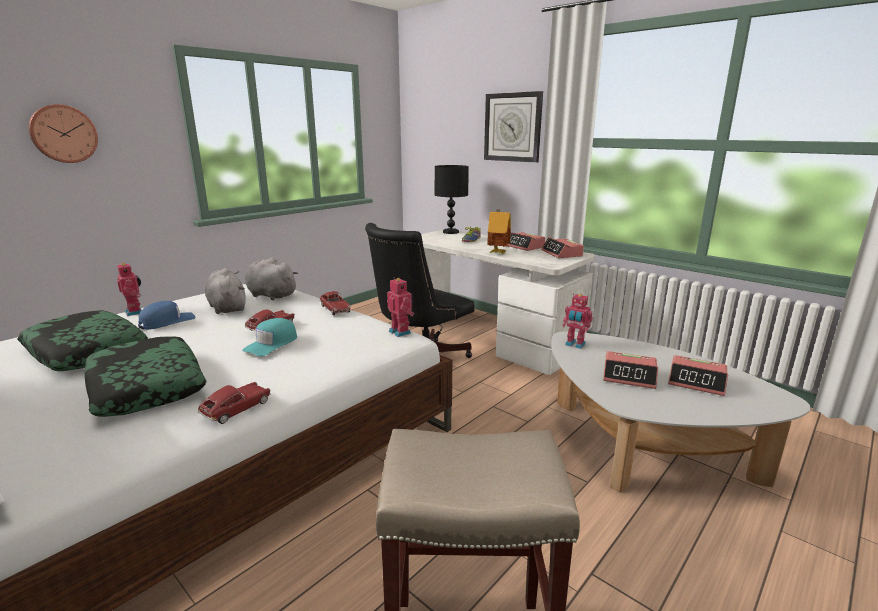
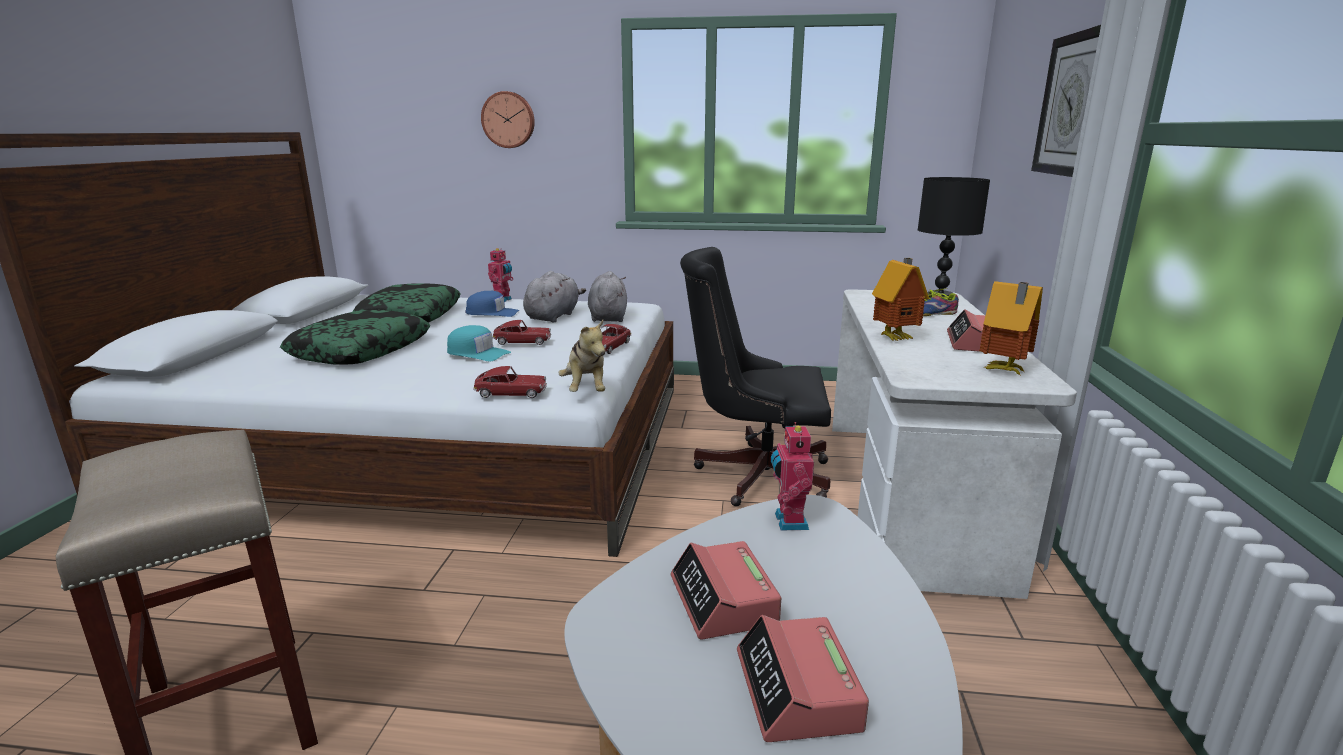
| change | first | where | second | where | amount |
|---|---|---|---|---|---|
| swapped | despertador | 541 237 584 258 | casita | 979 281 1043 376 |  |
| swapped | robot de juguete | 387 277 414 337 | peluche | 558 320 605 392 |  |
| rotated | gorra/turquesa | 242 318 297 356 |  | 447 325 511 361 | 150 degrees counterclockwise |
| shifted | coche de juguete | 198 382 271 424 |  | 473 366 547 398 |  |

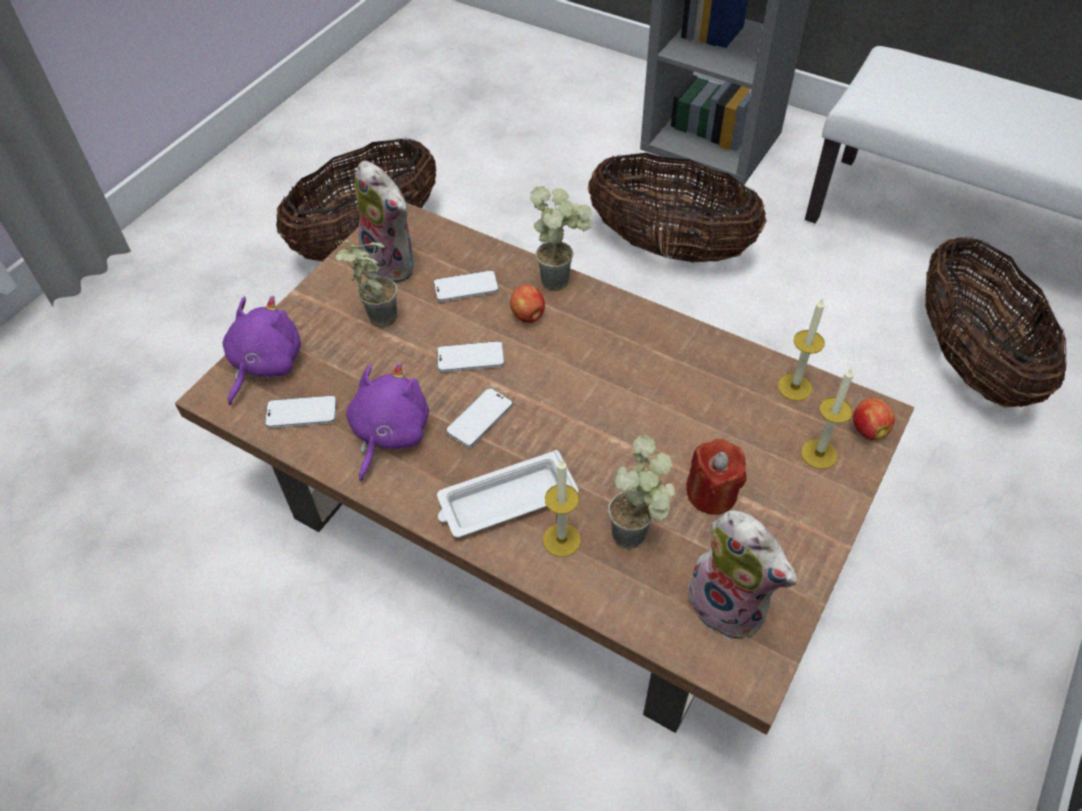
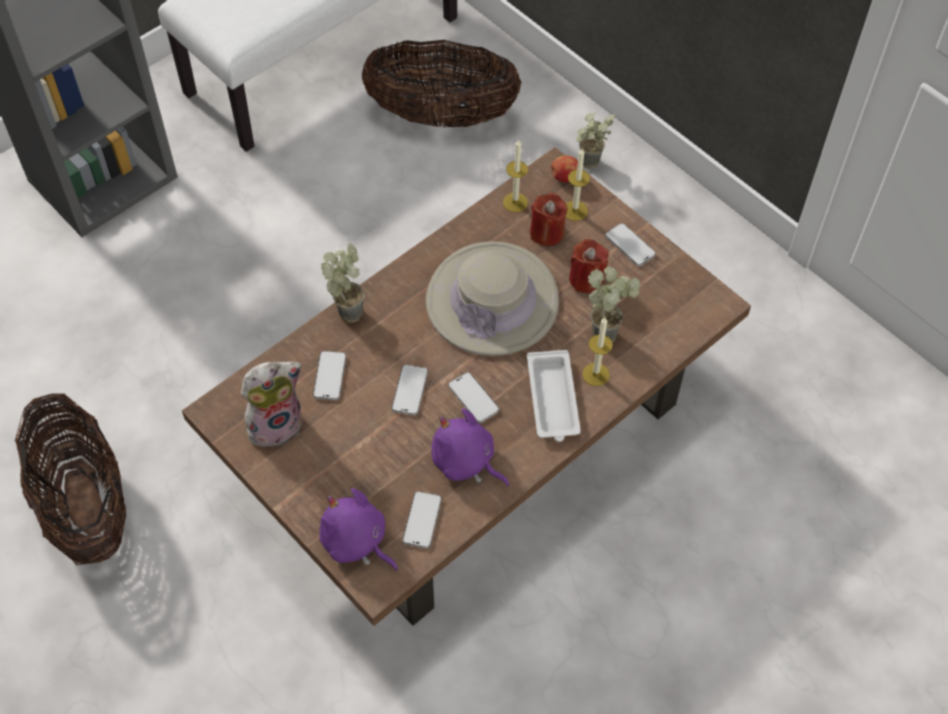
| change | first | where | second | where | amount |
|---|---|---|---|---|---|
| gone | cesta | 588 153 767 263 |  |  |  |
| shifted | planta en maceta | 335 240 397 328 |  | 576 112 616 169 |  |
| gone | manzana | 510 285 545 323 |  |  |  |
| gone | peluche | 684 511 797 640 |  |  |  |
| new |  |  | vela/rojo | 530 193 568 246 |  |
| new |  |  | móvil | 605 223 656 266 |  |
| new |  |  | sombrero/beis | 426 242 559 356 |  |

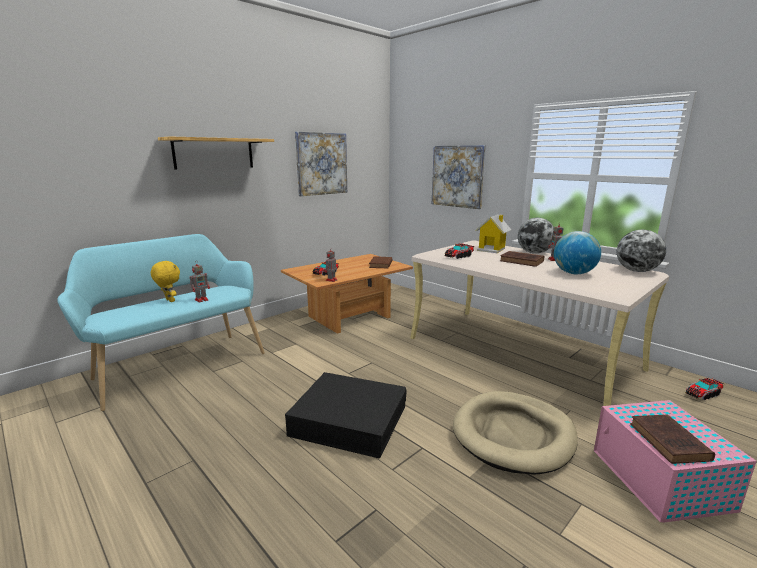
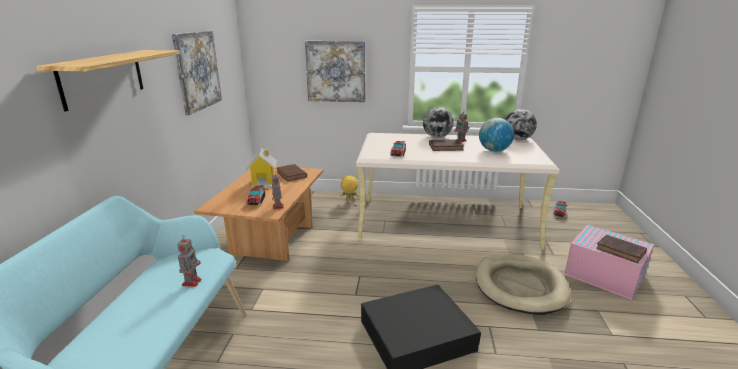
| change | first | where | second | where | amount |
|---|---|---|---|---|---|
| shifted | casita | 475 214 511 253 |  | 246 148 277 188 |  |
| shifted | peluche/amarillo | 151 261 180 302 |  | 340 176 359 202 |  |

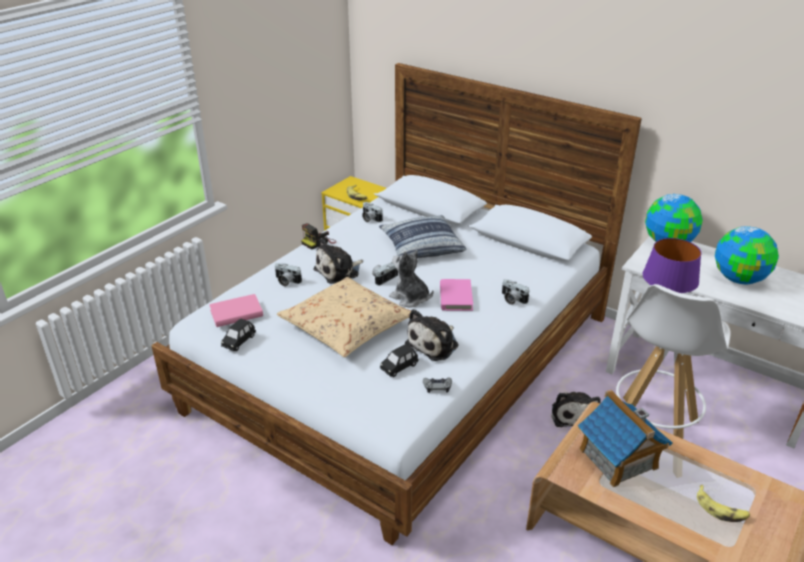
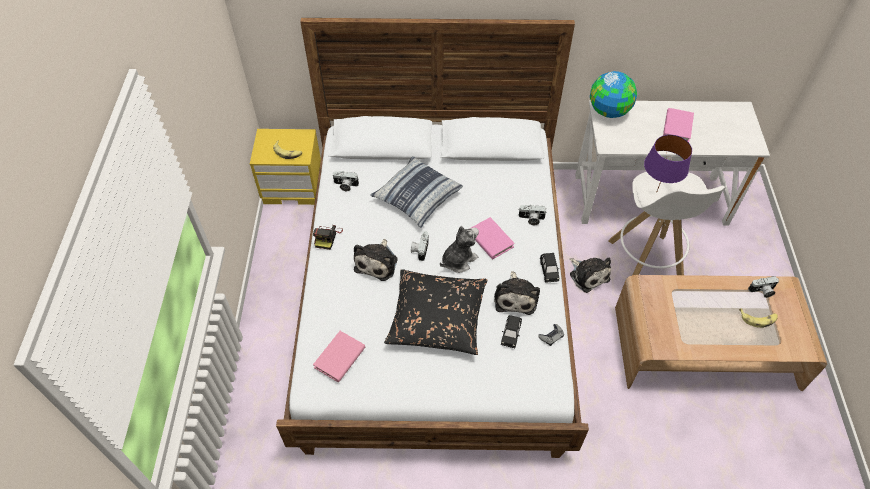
| change | first | where | second | where | amount |
|---|---|---|---|---|---|
| swapped | globo terráqueo | 715 226 779 284 | libro/rosa | 663 108 694 142 |  |
| rotated | peluche | 389 250 434 308 |  | 440 226 479 273 | 135 degrees clockwise |
| shifted | cámara | 275 263 302 287 |  | 748 276 779 298 |  |
| repainted | cojín/beis | 277 277 411 358 | cojín/negro | 384 269 487 355 |  |
| shifted | coche de juguete/negro | 221 319 256 351 |  | 540 253 560 283 |  |
| gone | casita | 577 390 673 487 |  |  |  |

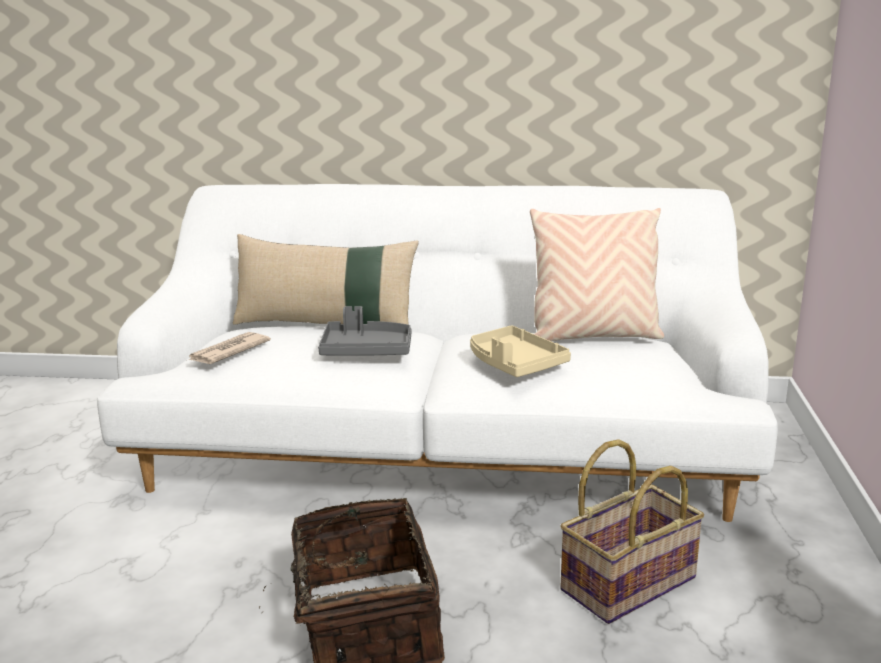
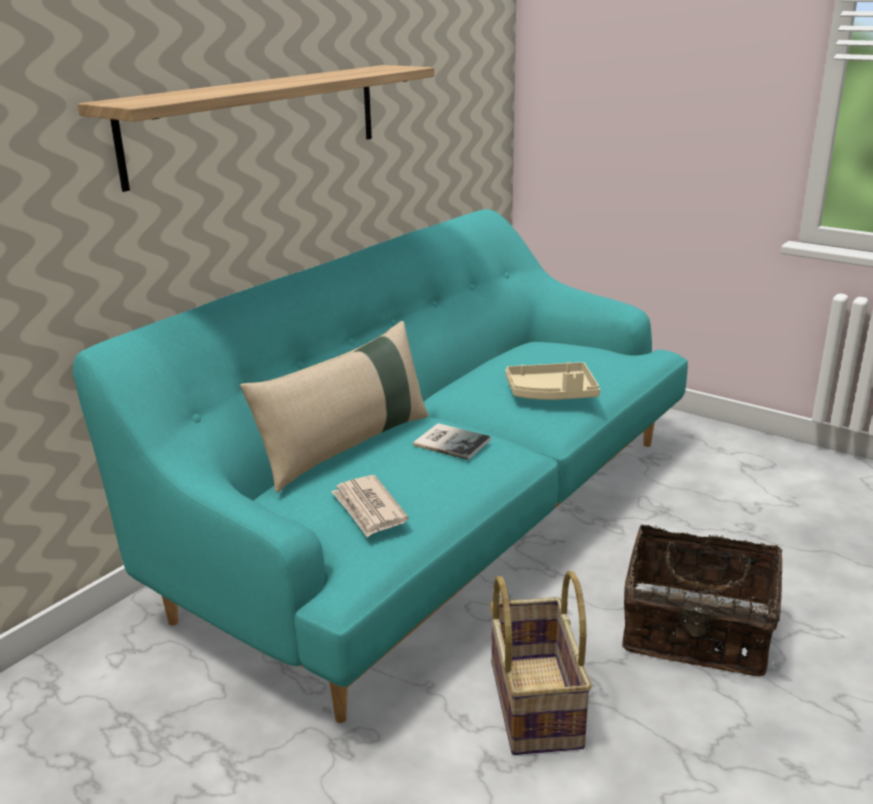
| change | first | where | second | where | amount |
|---|---|---|---|---|---|
| repainted | sofá/blanco | 97 184 778 522 | sofá/turquesa | 73 209 688 723 |  |
| gone | cojín/beis | 530 208 664 342 |  |  |  |
| swapped | bandeja/gris | 318 306 411 356 | libro | 413 423 491 460 |  |
| shifted | cesta | 560 439 704 624 |  | 490 571 592 755 |  |
| new |  |  | estante | 77 65 434 192 |  |

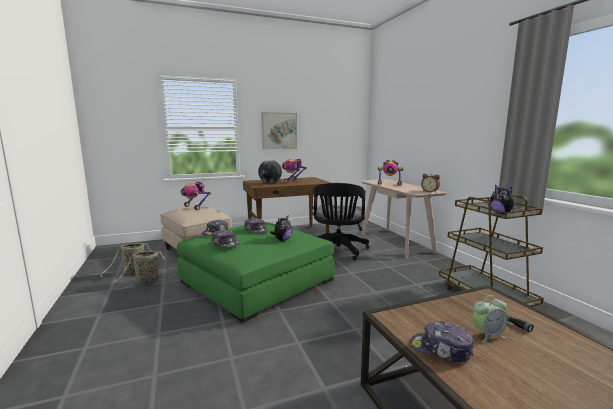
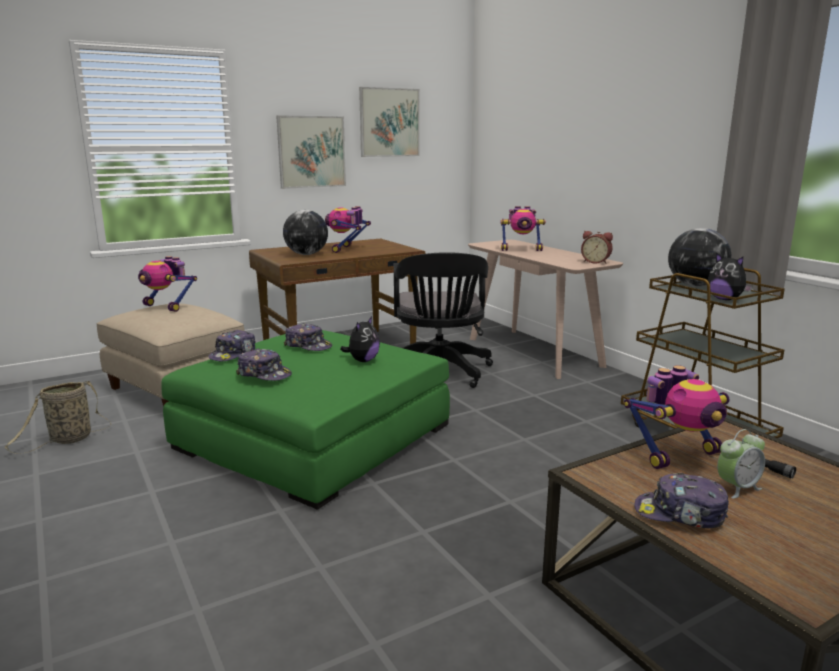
| change | first | where | second | where | amount |
|---|---|---|---|---|---|
| gone | cesta | 111 251 171 289 |  |  |  |
| new |  |  | cuadro | 359 87 420 157 |  |
| new |  |  | globo terráqueo | 668 228 731 287 |  |
| new |  |  | robot de juguete | 624 365 729 469 |  |

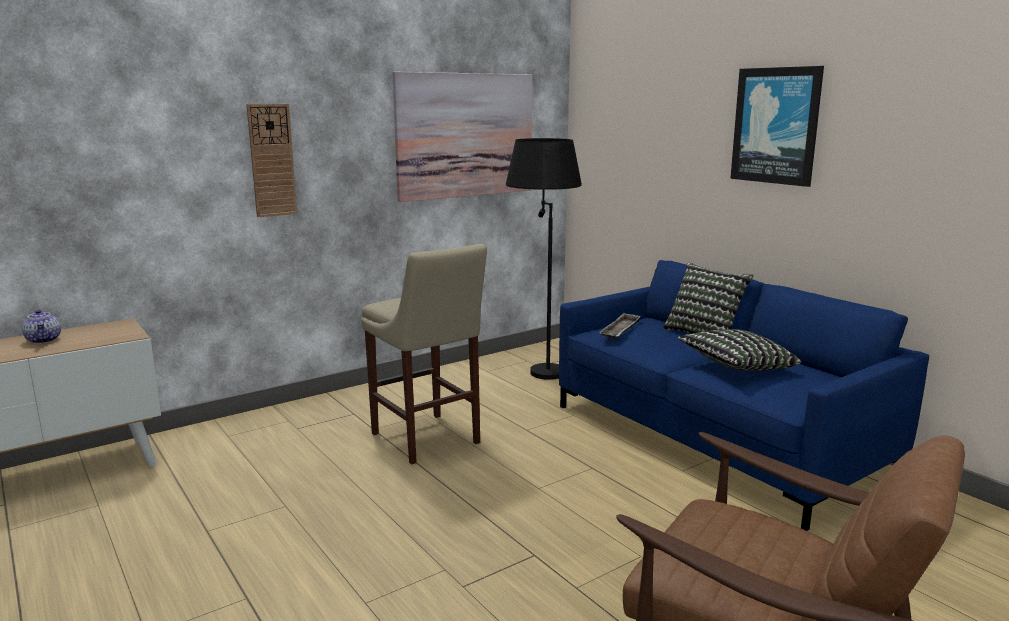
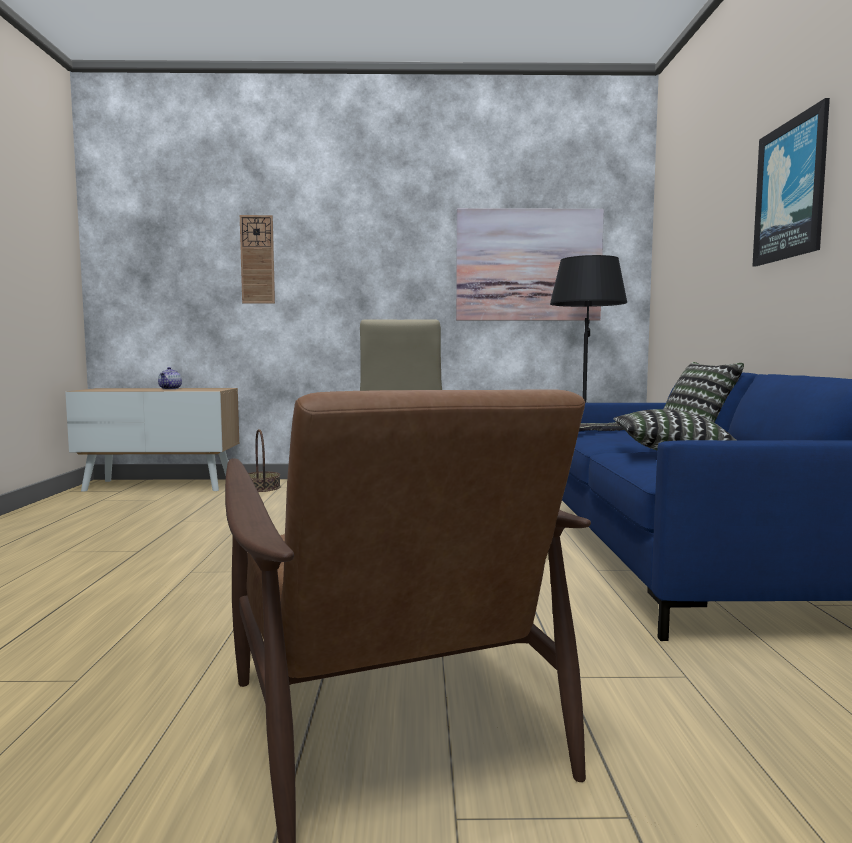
| change | first | where | second | where | amount |
|---|---|---|---|---|---|
| shifted | reloj de pared | 246 104 297 217 |  | 240 215 275 304 |  |
| new |  |  | cesta | 248 429 280 492 |  |

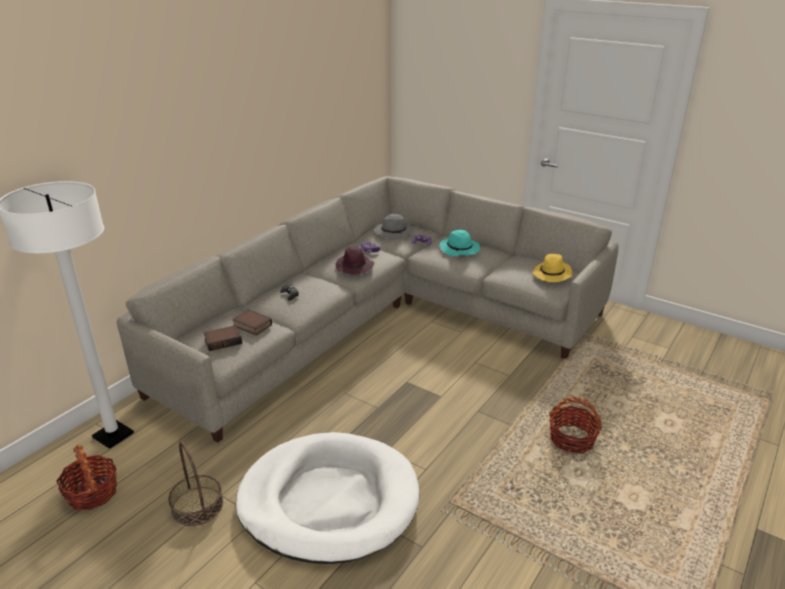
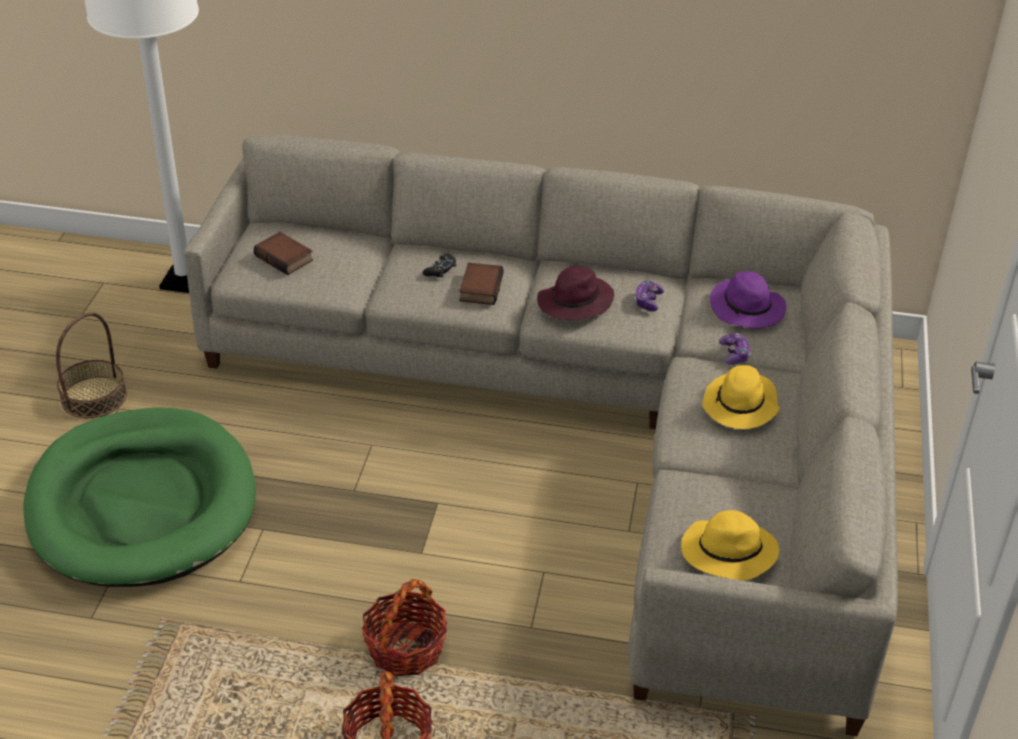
| change | first | where | second | where | amount |
|---|---|---|---|---|---|
| repainted | sombrero/gris | 374 214 413 240 | sombrero/morado | 710 271 786 328 |  |
| repainted | sombrero/turquesa | 440 230 480 256 | sombrero/amarillo | 702 365 780 429 |  |
| shifted | libro | 232 310 272 335 |  | 459 263 504 305 |  |
| repainted | cama para perro/blanco | 236 432 419 564 | cama para perro/verde | 23 408 256 587 |  |
| shifted | cesta | 56 445 117 510 |  | 362 579 447 676 |  |

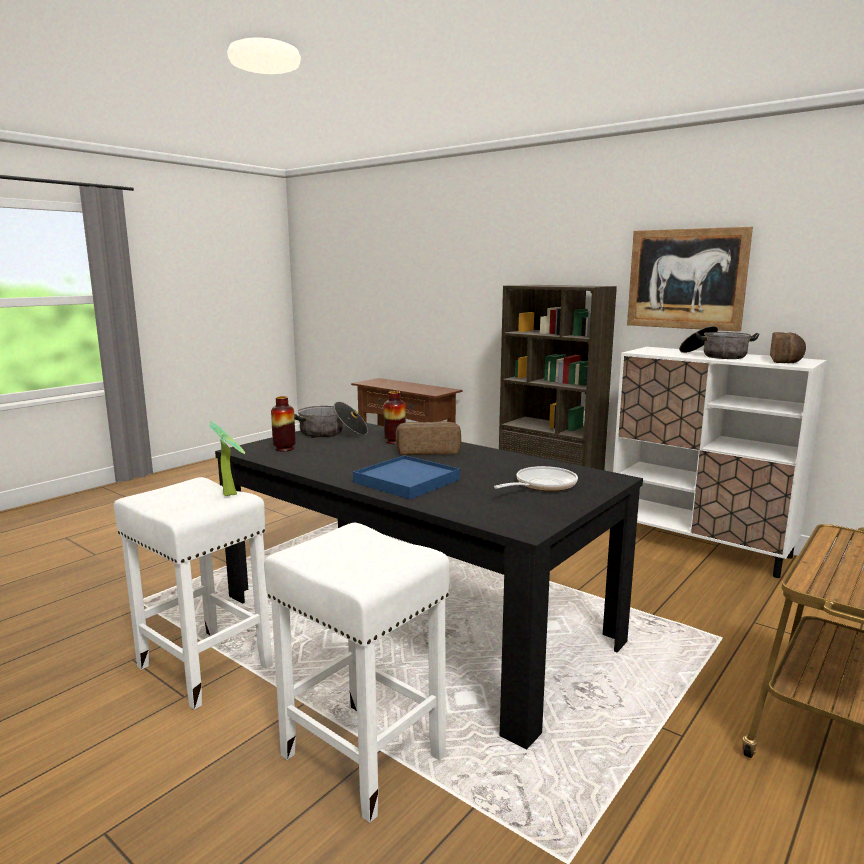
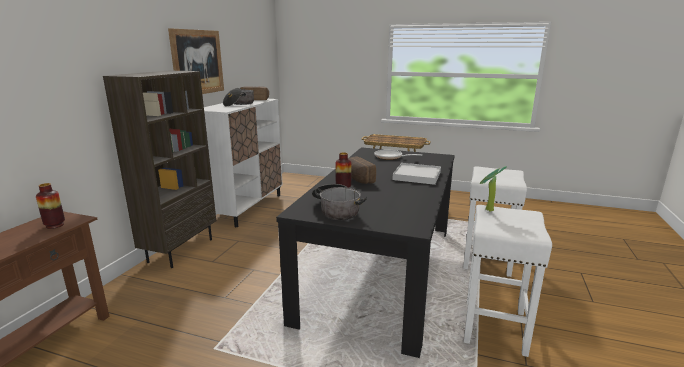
| change | first | where | second | where | amount |
|---|---|---|---|---|---|
| shifted | florero | 271 396 296 451 |  | 36 183 65 229 |  |
| repainted | bandeja/azul | 353 455 460 499 | bandeja/blanco | 392 163 441 185 |  |

